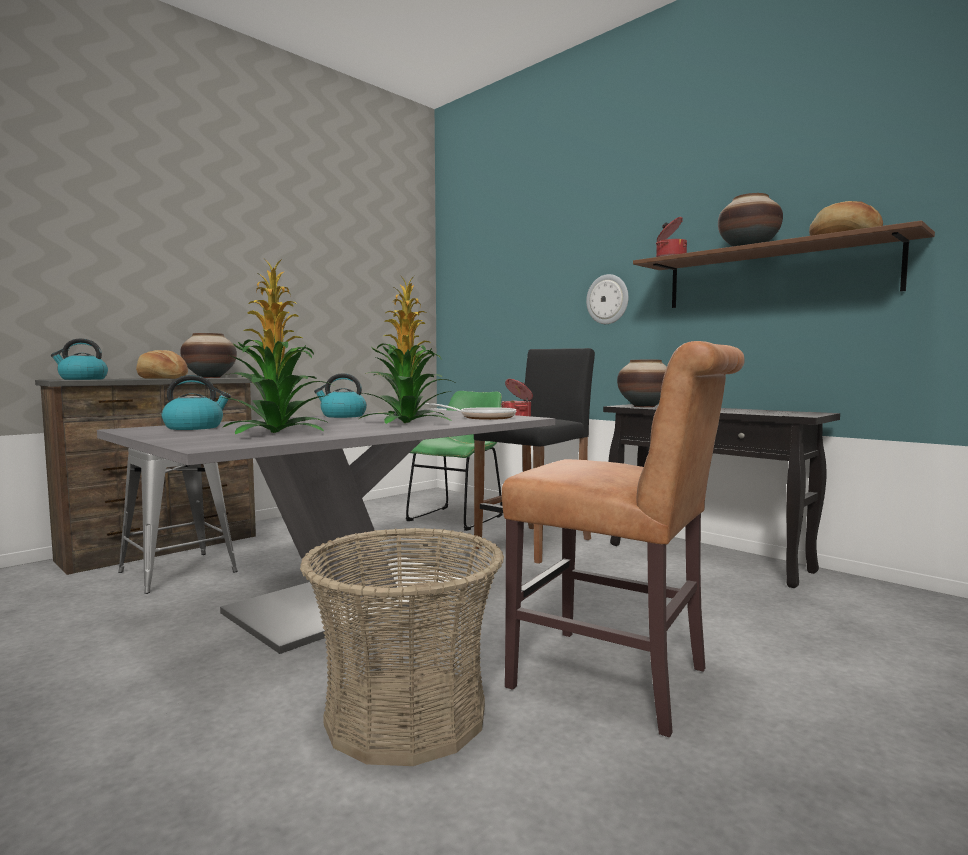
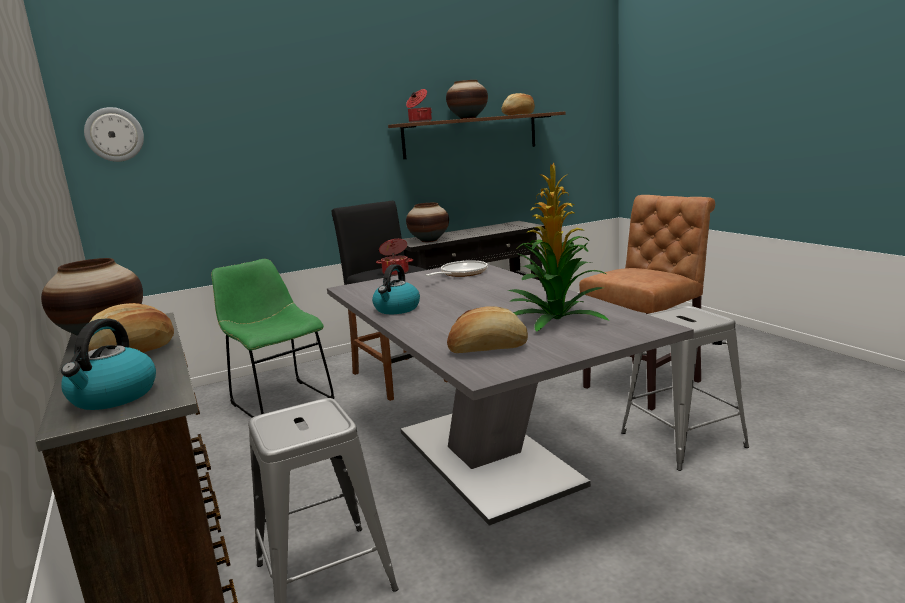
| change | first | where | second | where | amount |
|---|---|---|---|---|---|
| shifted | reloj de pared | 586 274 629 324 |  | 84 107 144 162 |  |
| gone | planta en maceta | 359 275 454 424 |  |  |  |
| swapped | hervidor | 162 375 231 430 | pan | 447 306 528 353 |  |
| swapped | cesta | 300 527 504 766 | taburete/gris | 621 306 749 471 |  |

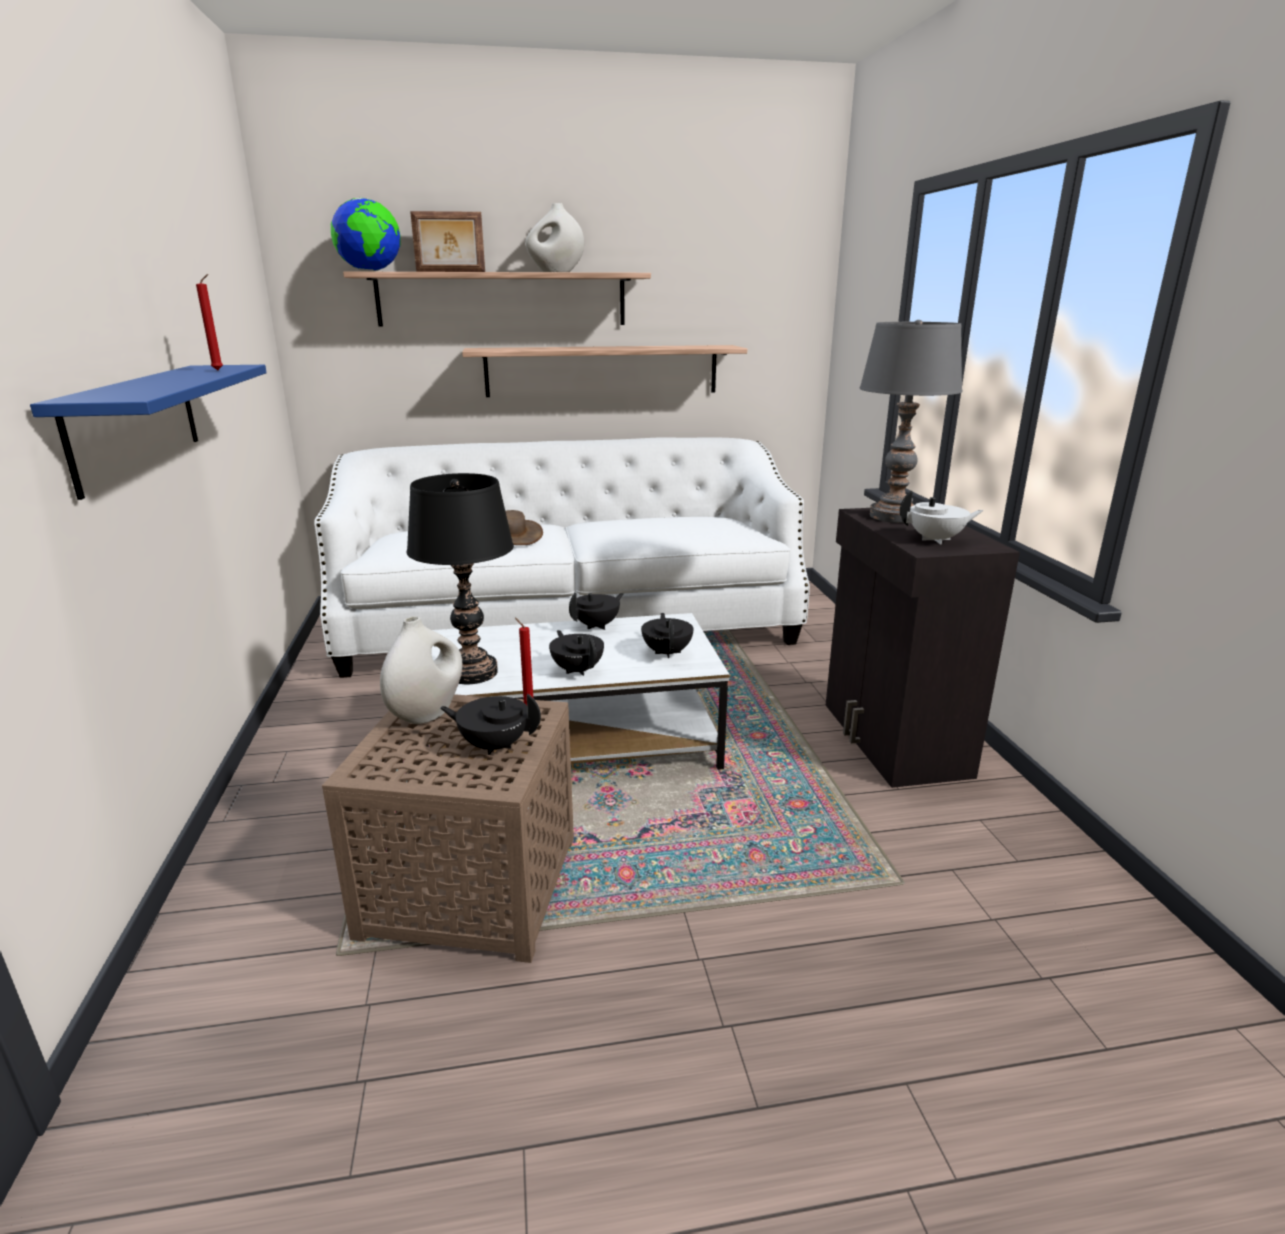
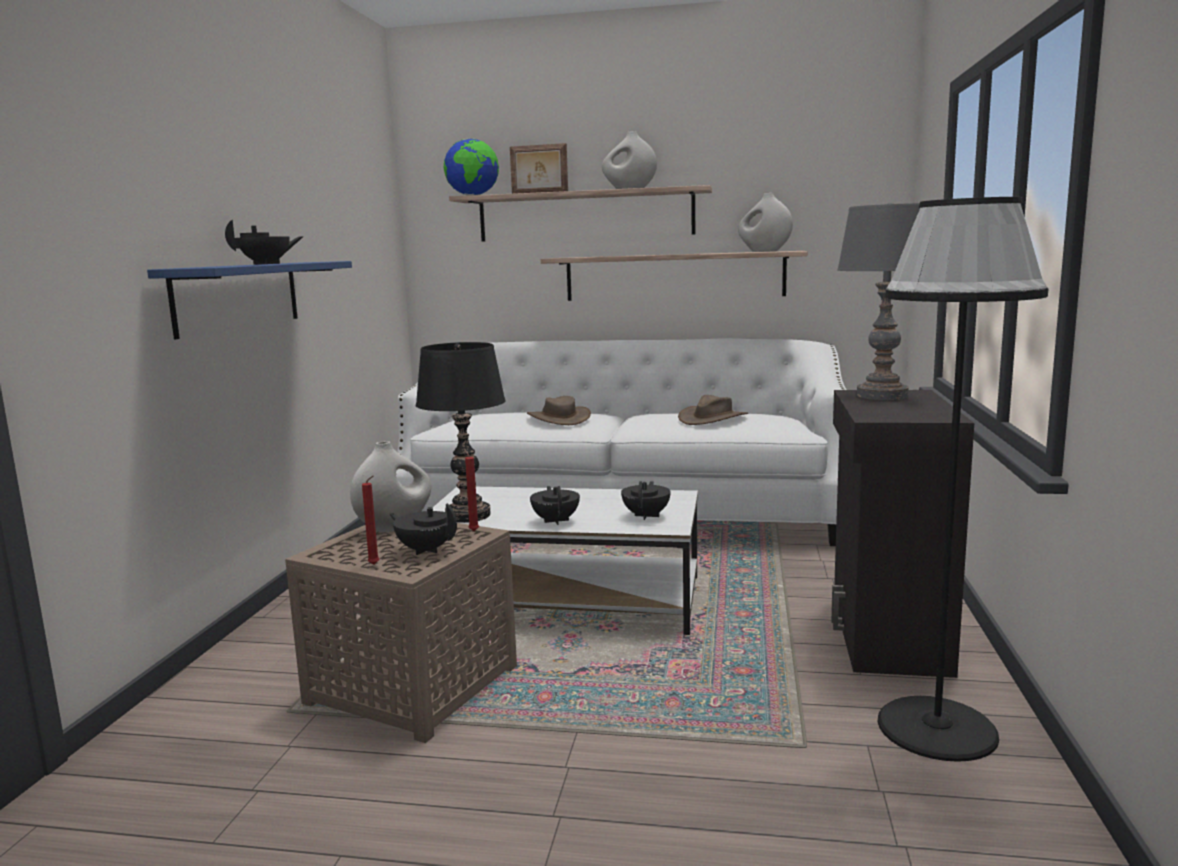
| change | first | where | second | where | amount |
|---|---|---|---|---|---|
| shifted | vela/rojo | 196 274 223 370 |  | 362 475 379 565 |  |
| gone | tetera/blanco | 900 491 984 544 |  |  |  |
| shifted | tetera/negro | 569 593 624 630 |  | 225 219 304 265 |  |
| new |  |  | florero/blanco | 738 193 793 252 |  |
| new |  |  | lámpara de pie/negro | 878 197 1049 762 |  |
| new |  |  | sombrero/marrón | 678 395 748 425 |  |

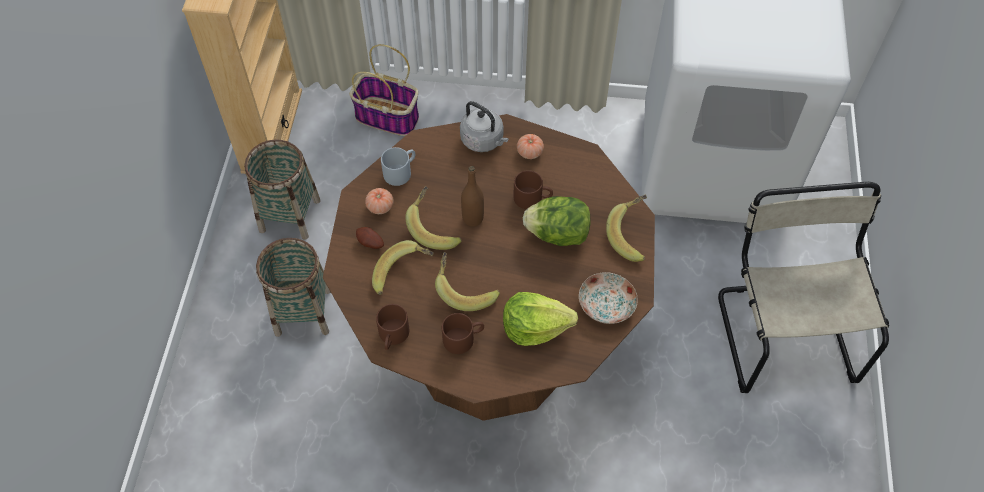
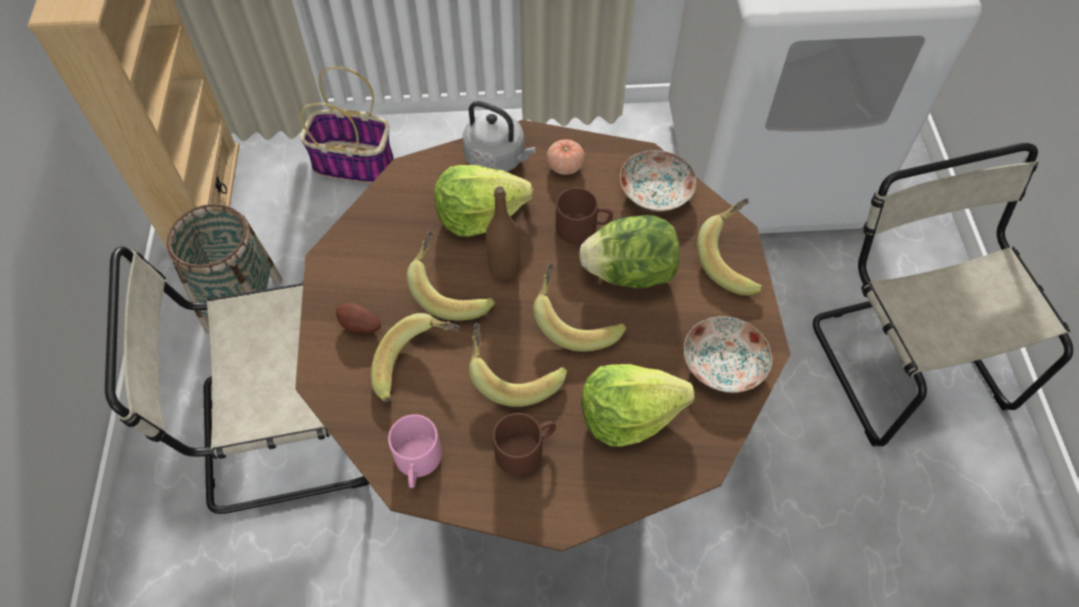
| change | first | where | second | where | amount |
|---|---|---|---|---|---|
| gone | taza grande/gris | 381 147 415 186 |  |  |  |
| gone | tomate | 365 188 394 214 |  |  |  |
| swapped | cesta | 256 238 331 337 | silla/beis | 105 247 369 514 |  |
| repainted | taza grande/marrón | 376 304 409 350 | taza grande/rosa | 388 414 442 488 |  |
| new |  |  | plato | 620 150 696 212 |  |
| new |  |  | lechuga | 434 165 533 237 |  |
| new |  |  | plátano | 533 263 627 352 |  |

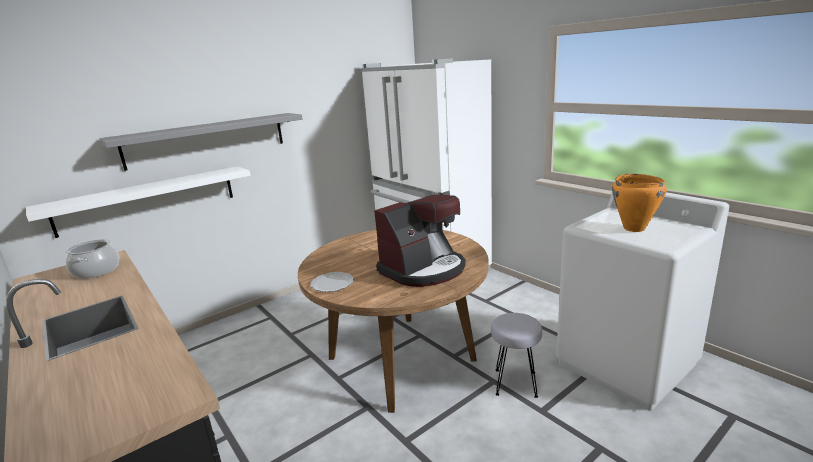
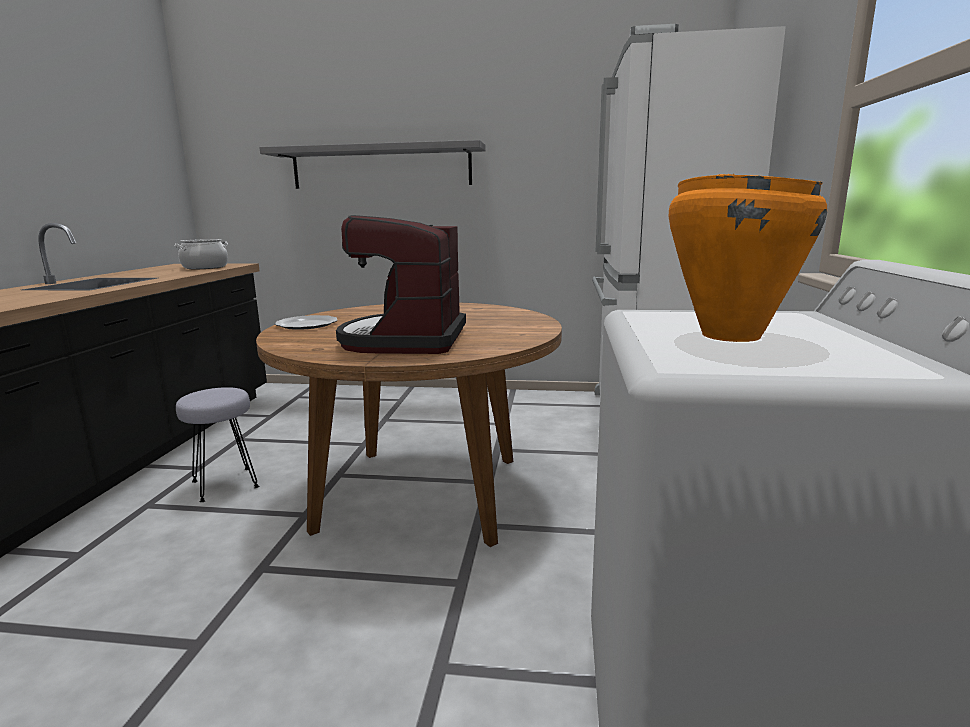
| change | first | where | second | where | amount |
|---|---|---|---|---|---|
| gone | estante/blanco | 26 166 251 238 |  |  |  |
| rotated | cafetera | 374 195 466 287 |  | 336 215 466 354 | 90 degrees clockwise |
| shifted | taburete/gris | 491 313 542 398 |  | 176 387 259 502 |  |

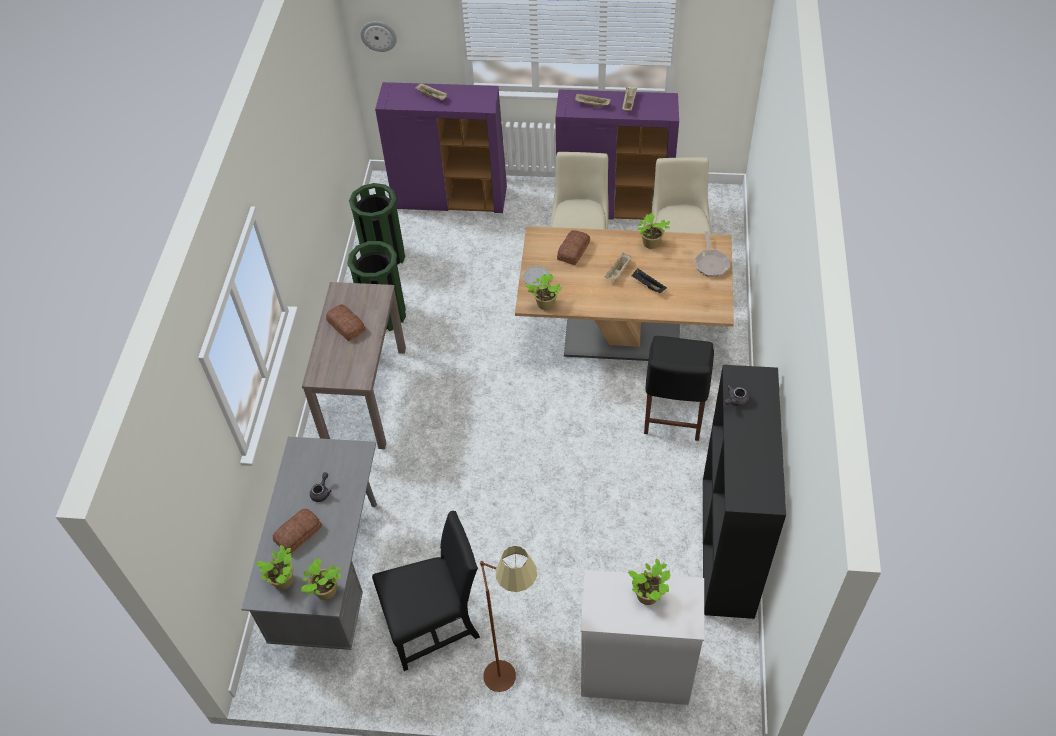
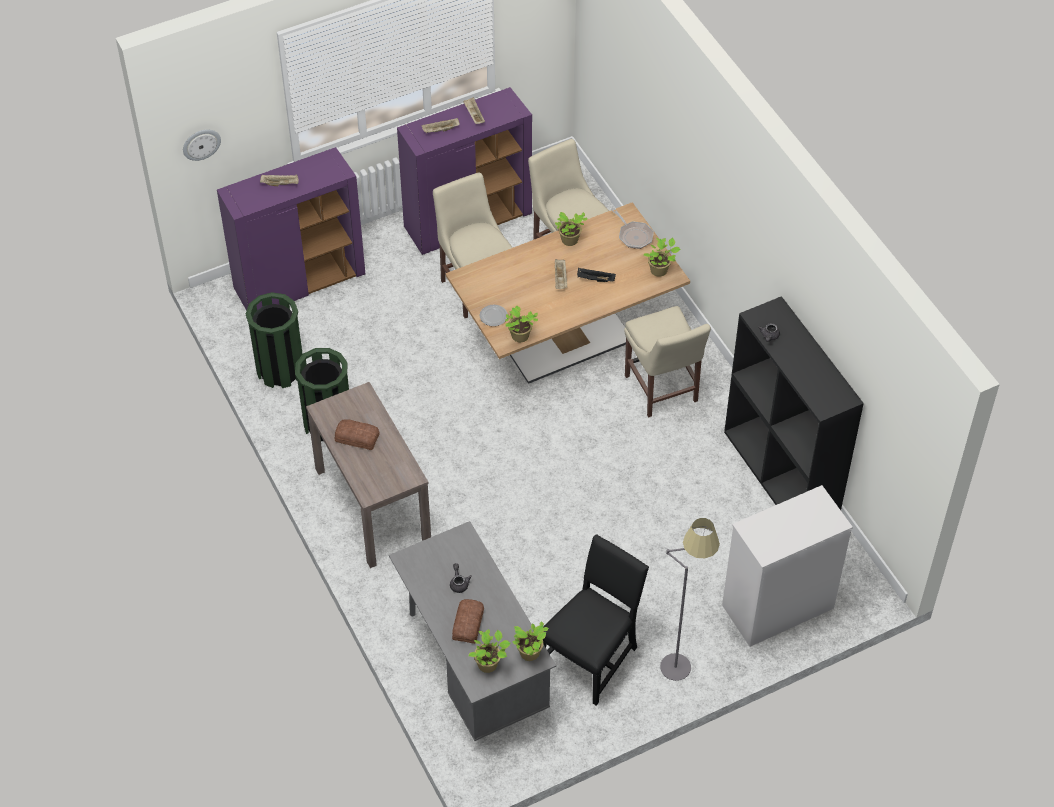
| change | first | where | second | where | amount |
|---|---|---|---|---|---|
| gone | pan | 557 230 590 265 |  |  |  |
| repainted | silla/negro | 644 336 714 441 | silla/beis | 624 306 711 418 |  |
| repainted | lámpara de pie/marrón | 480 546 537 692 | lámpara de pie/gris | 660 518 720 681 |  |
| shifted | planta en maceta | 628 559 670 605 |  | 643 238 681 277 |  |

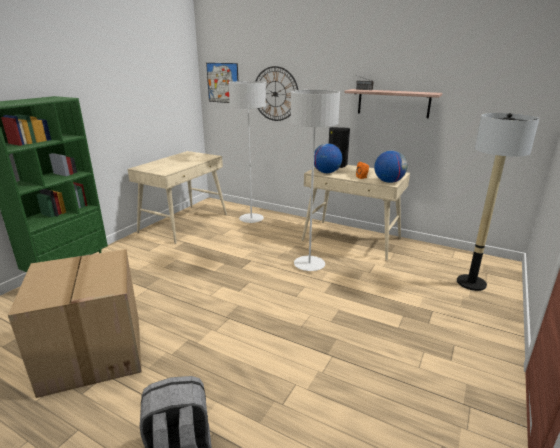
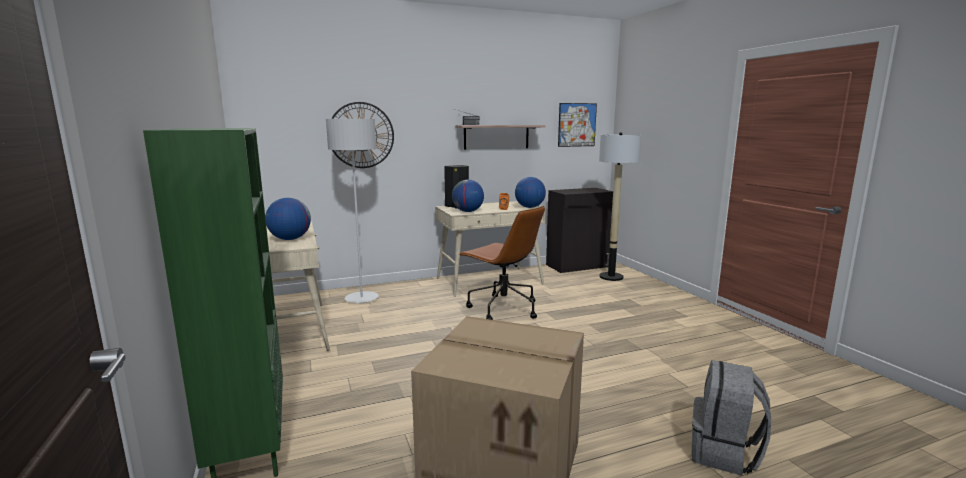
| change | first | where | second | where | amount |
|---|---|---|---|---|---|
| shifted | cuadro | 206 63 238 103 |  | 558 103 597 147 |  |
| swapped | lámpara de pie/gris | 291 90 340 271 | silla de oficina/marrón | 459 206 545 320 |  |
| new |  |  | armario/negro | 546 188 613 273 |  |
| new |  |  | globo terráqueo | 265 198 311 240 |  |

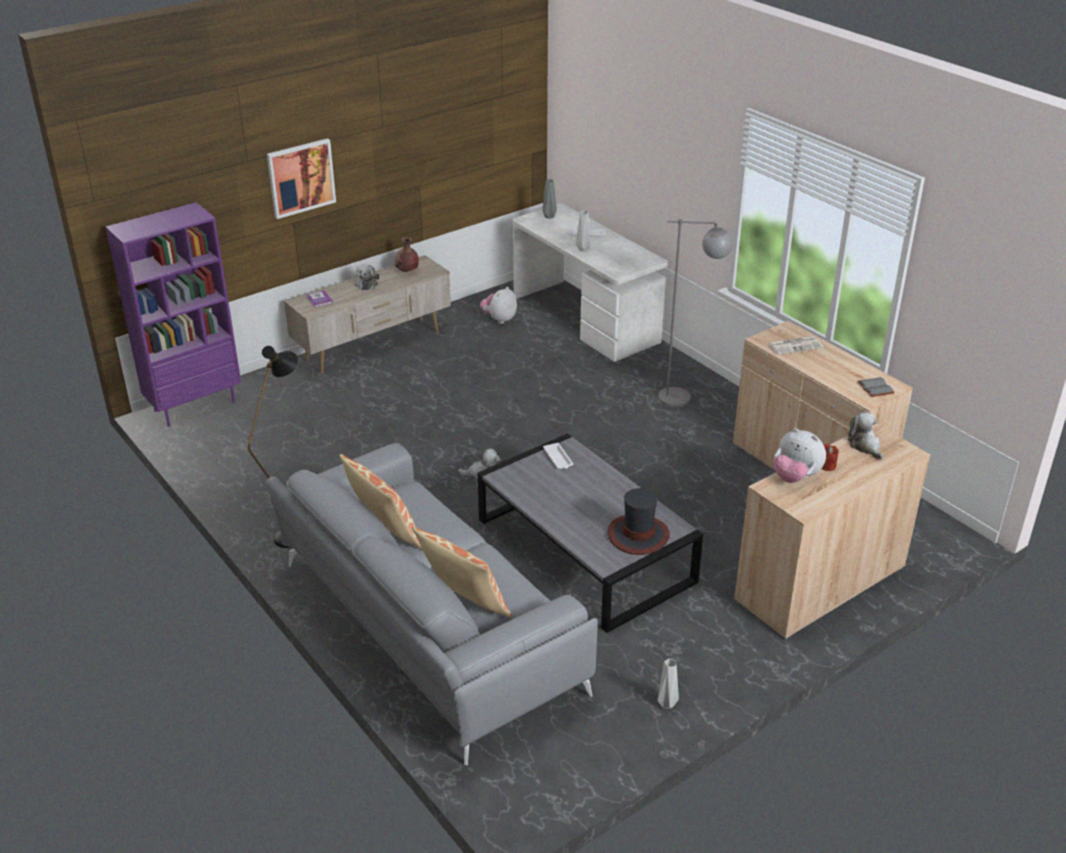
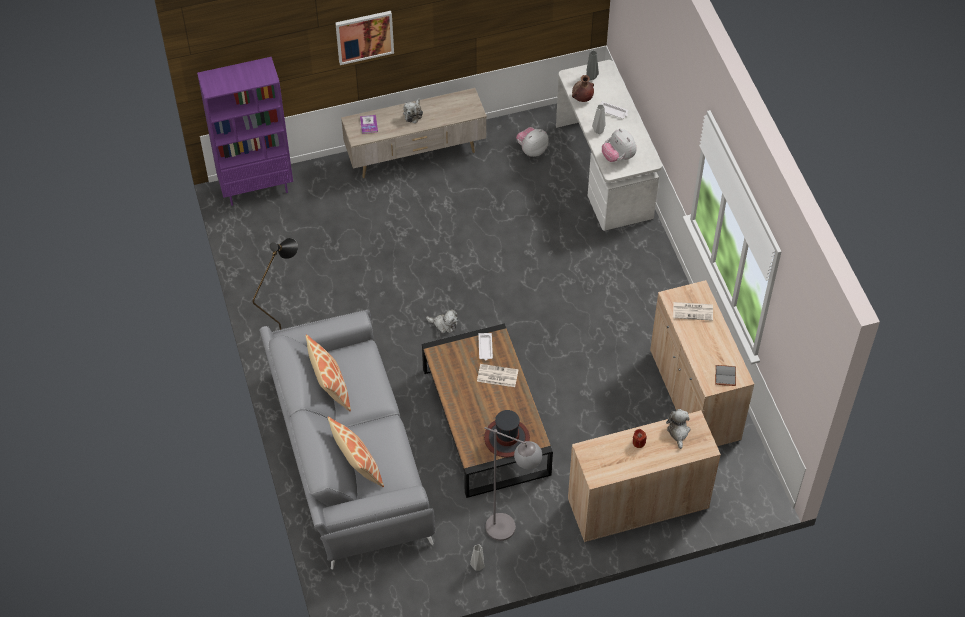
| change | first | where | second | where | amount |
|---|---|---|---|---|---|
| shifted | lámpara de pie/gris | 658 219 733 407 |  | 484 427 542 541 |  |
| shifted | florero/marrón | 394 237 419 272 |  | 572 75 594 102 |  |
| shifted | peluche | 773 428 826 483 |  | 602 129 636 162 |  |
| repainted | mesa de centro/gris | 478 434 703 633 | mesa de centro/marrón | 422 323 553 498 |  |
| new |  |  | periódico | 477 364 518 387 |  |

